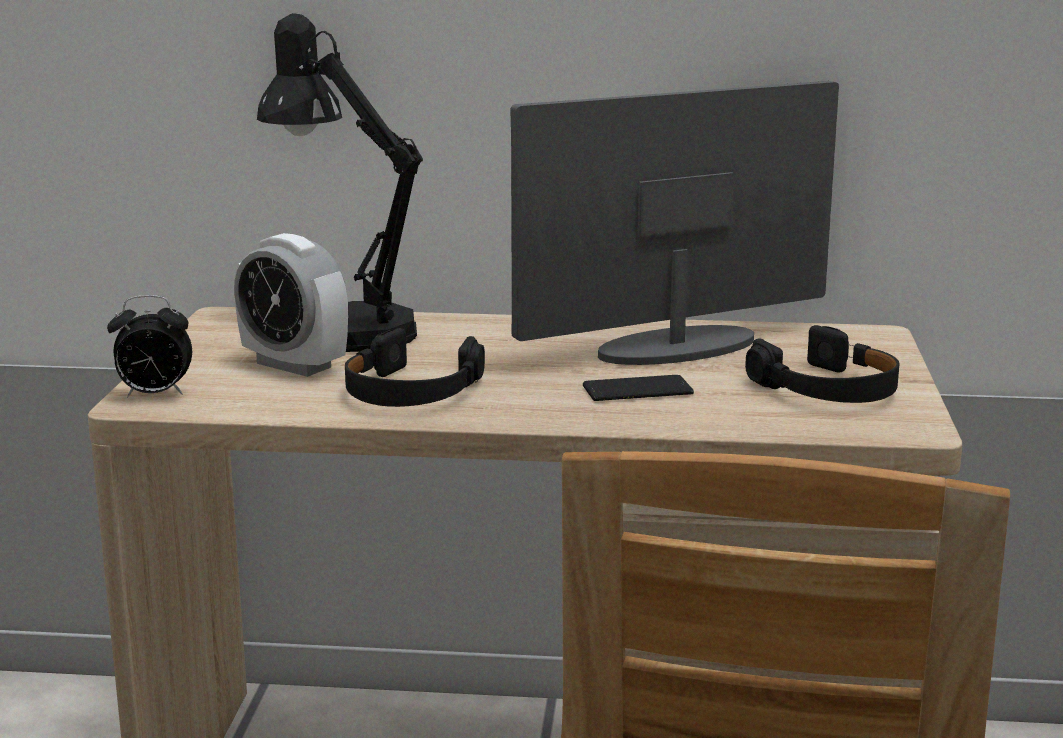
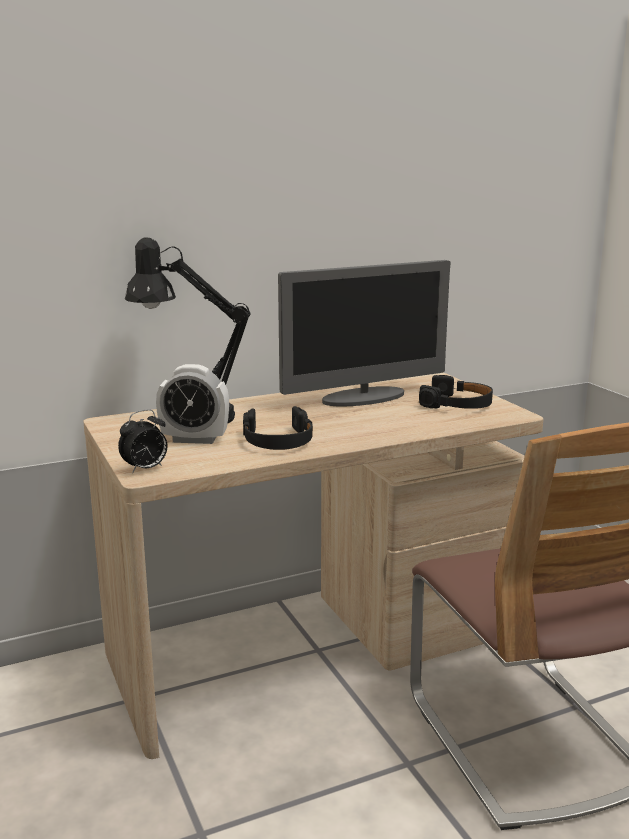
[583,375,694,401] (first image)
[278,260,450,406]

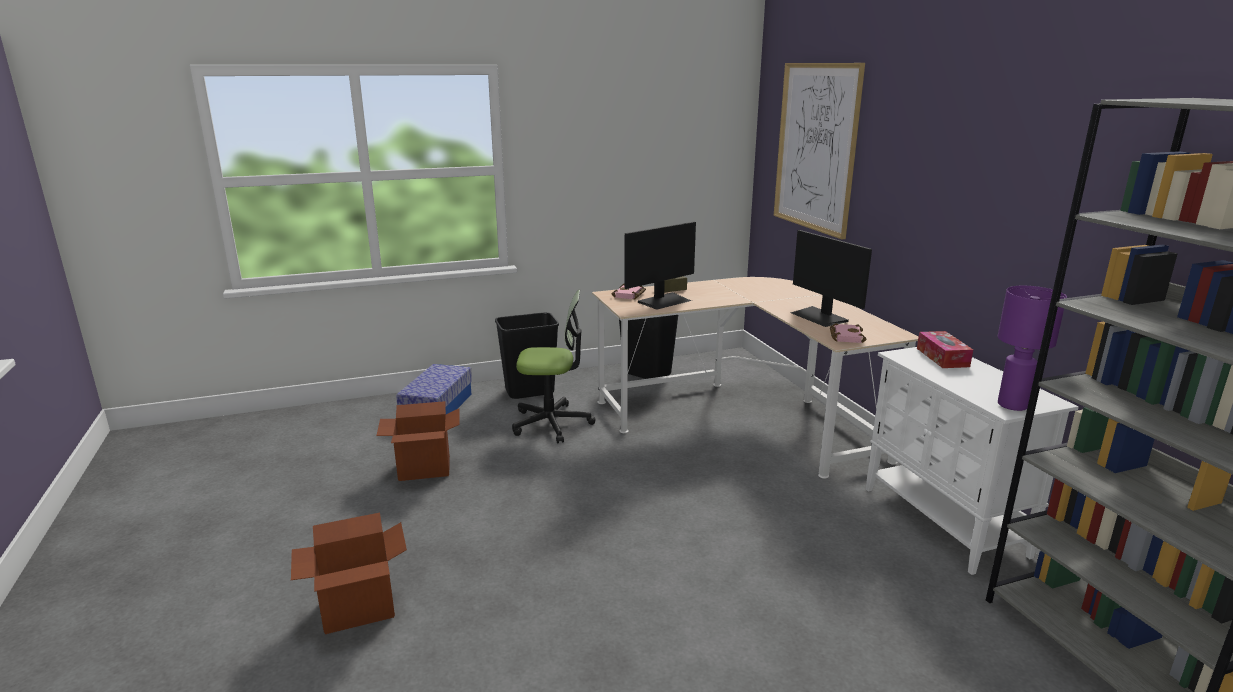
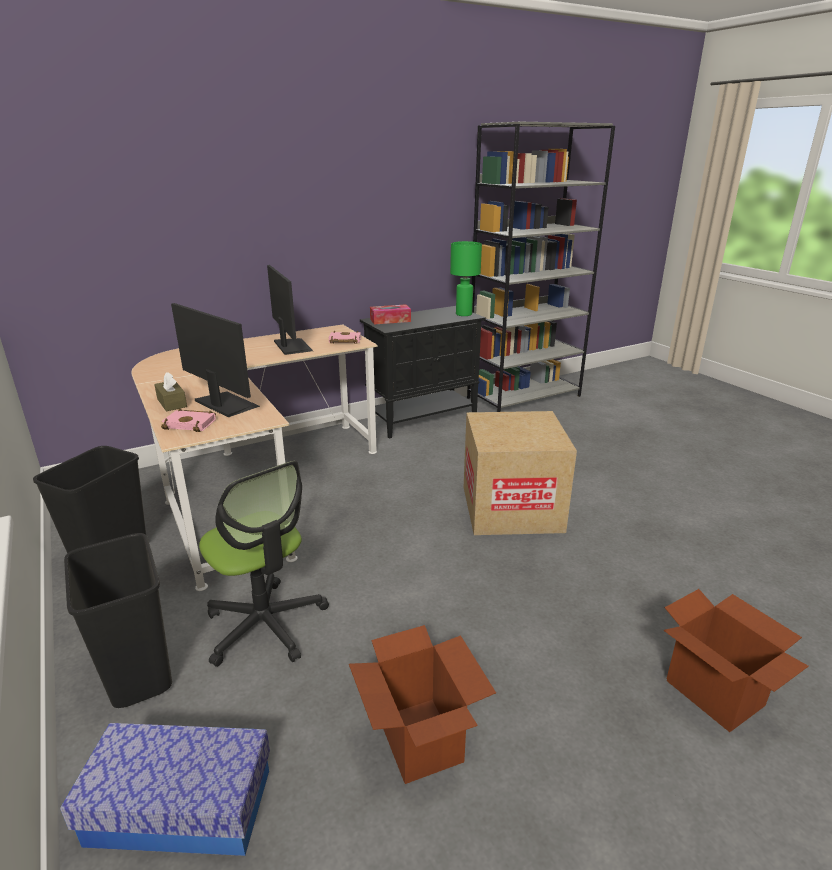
[774,63,865,239] (first image)
[464,411,577,535]
[360,306,486,439]
[450,241,482,316]
[199,461,329,667]
[267,265,313,355]

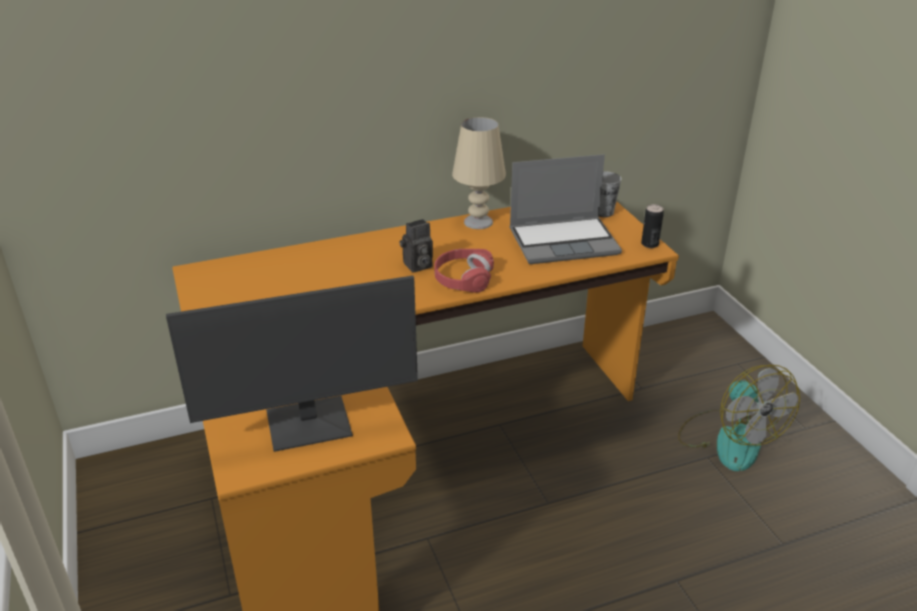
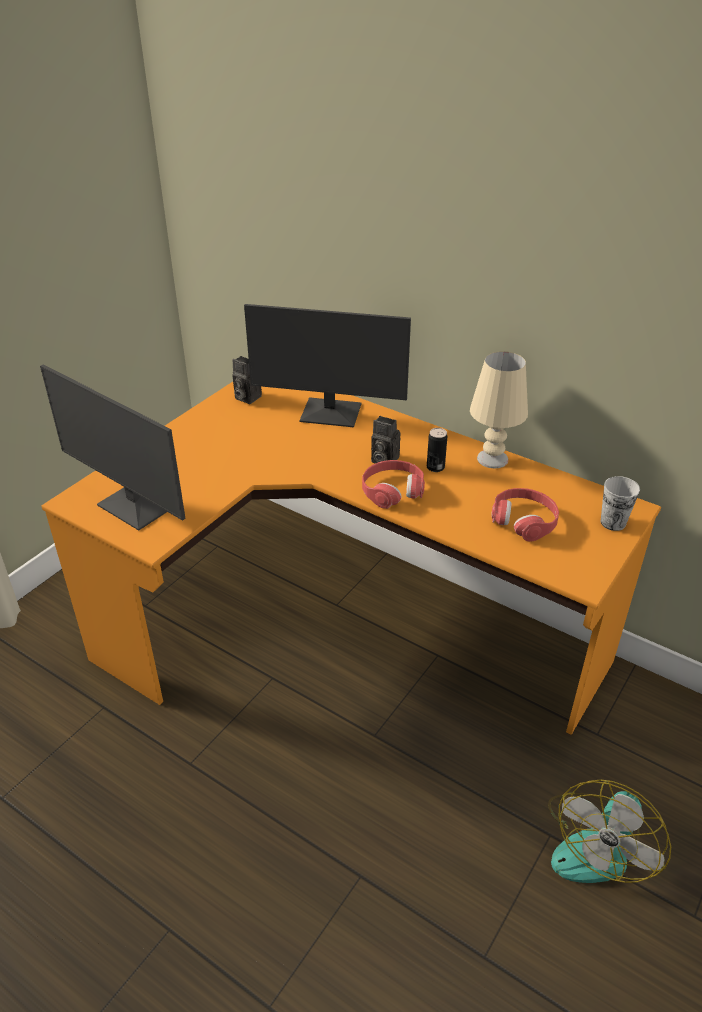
[232,356,262,404]
[244,304,411,427]
[427,428,447,472]
[491,488,559,542]

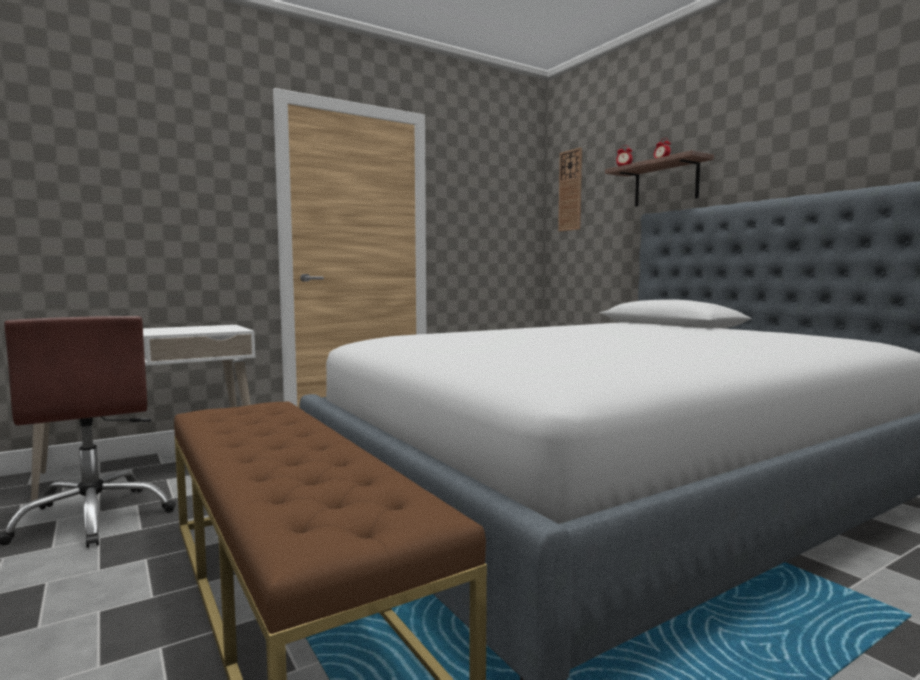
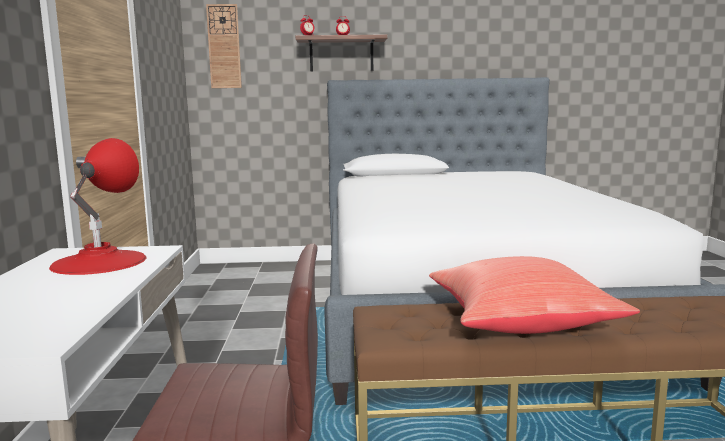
[49,138,146,275]
[429,256,640,334]

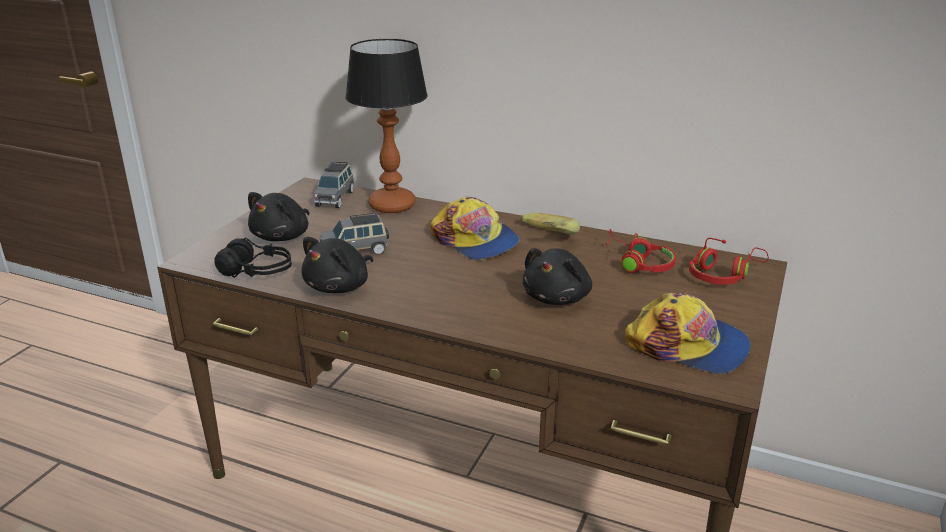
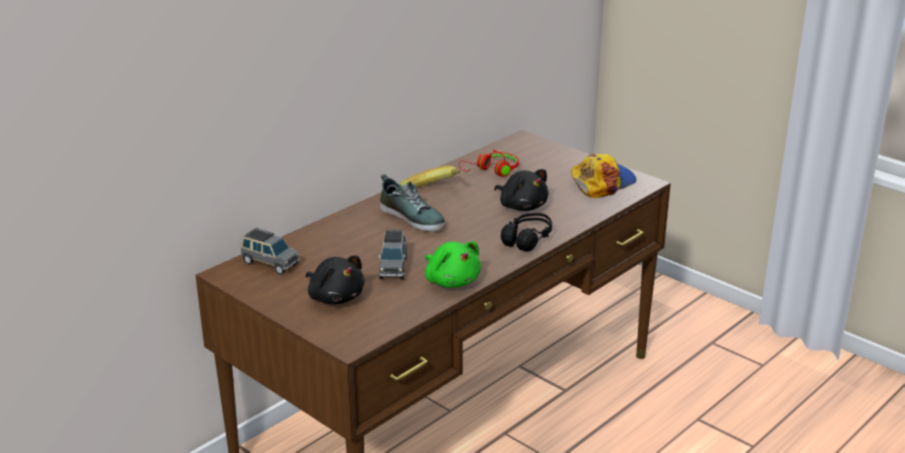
[345,39,428,213] (first image)
[689,238,769,285] (first image)
[501,213,552,251]
[380,174,445,232]
[425,242,481,288]

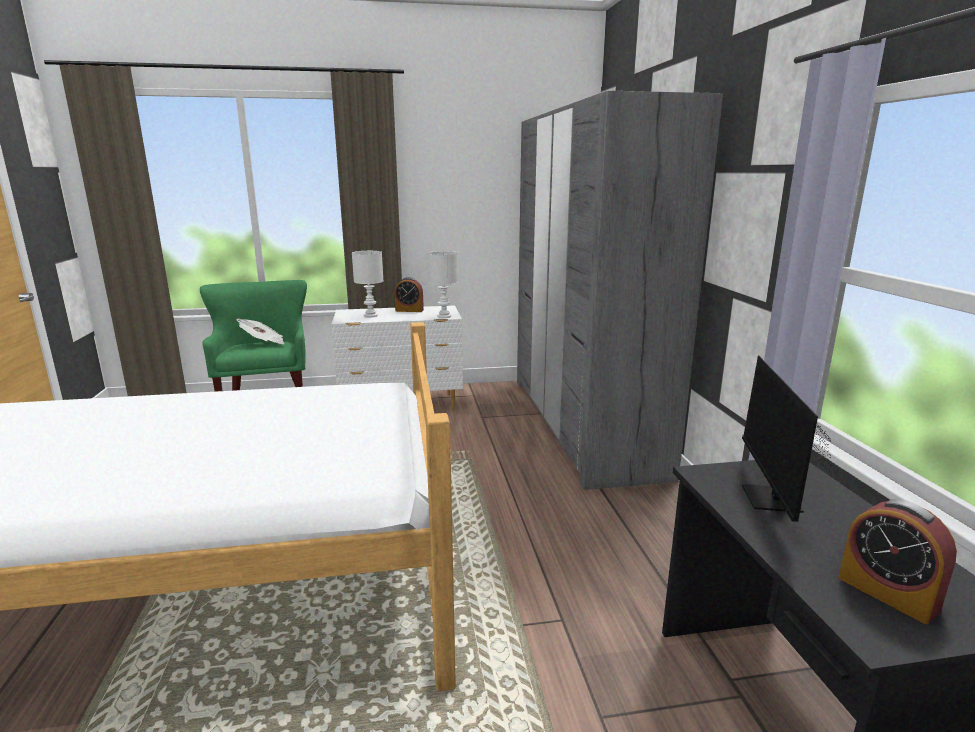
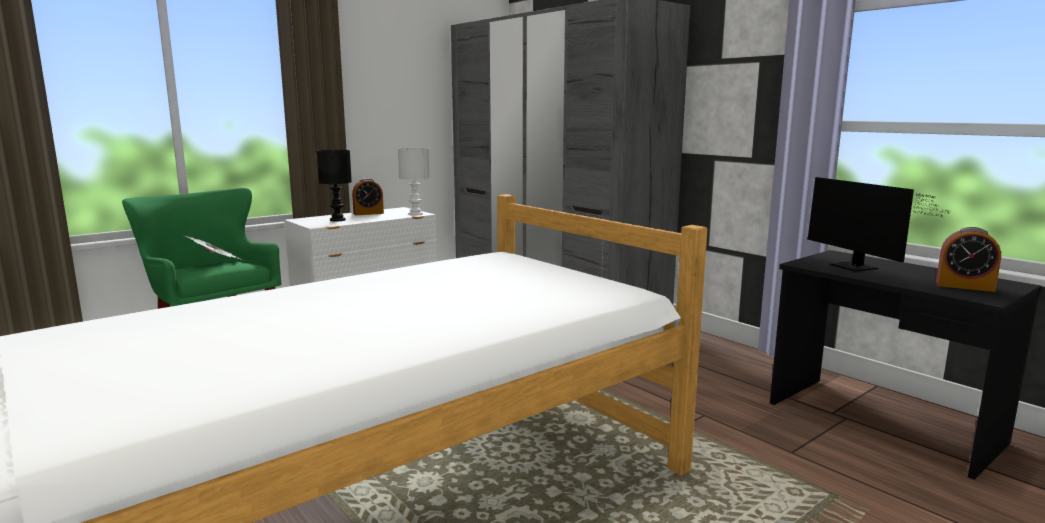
[317,150,352,222]

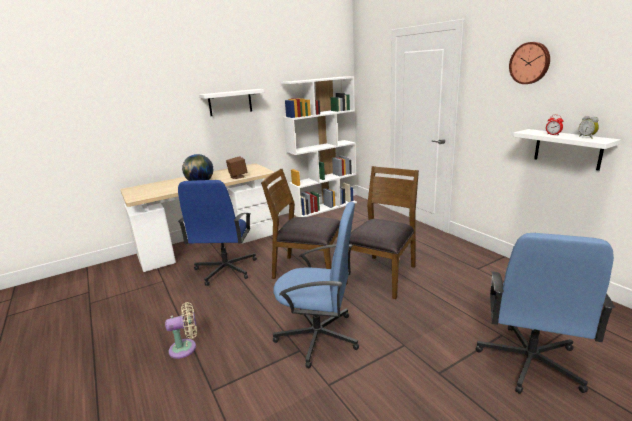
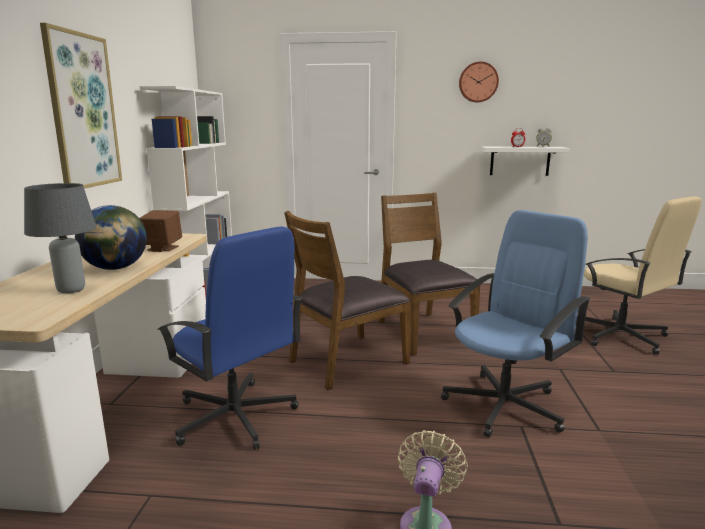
[24,183,97,294]
[40,23,122,189]
[576,196,702,355]

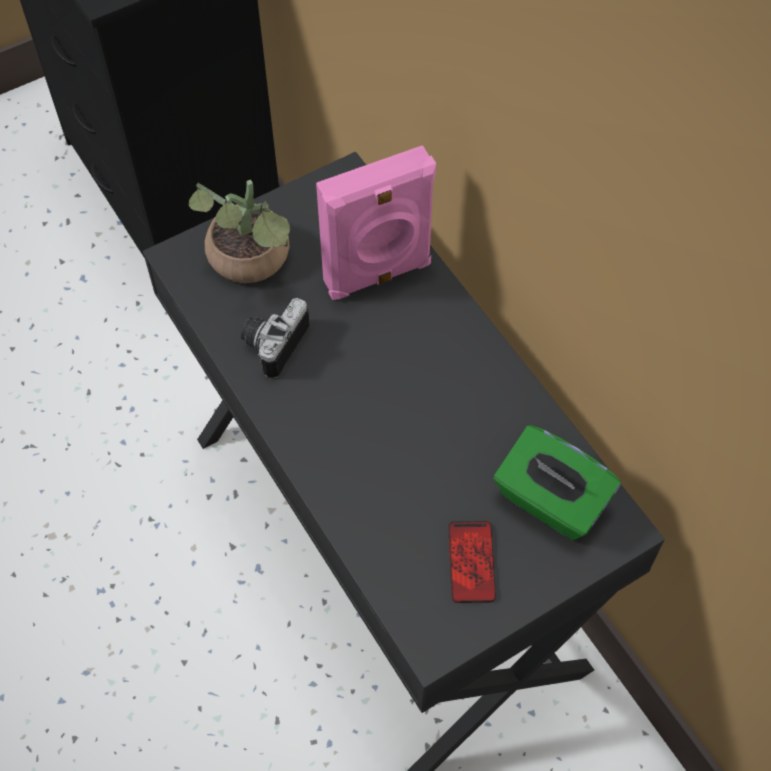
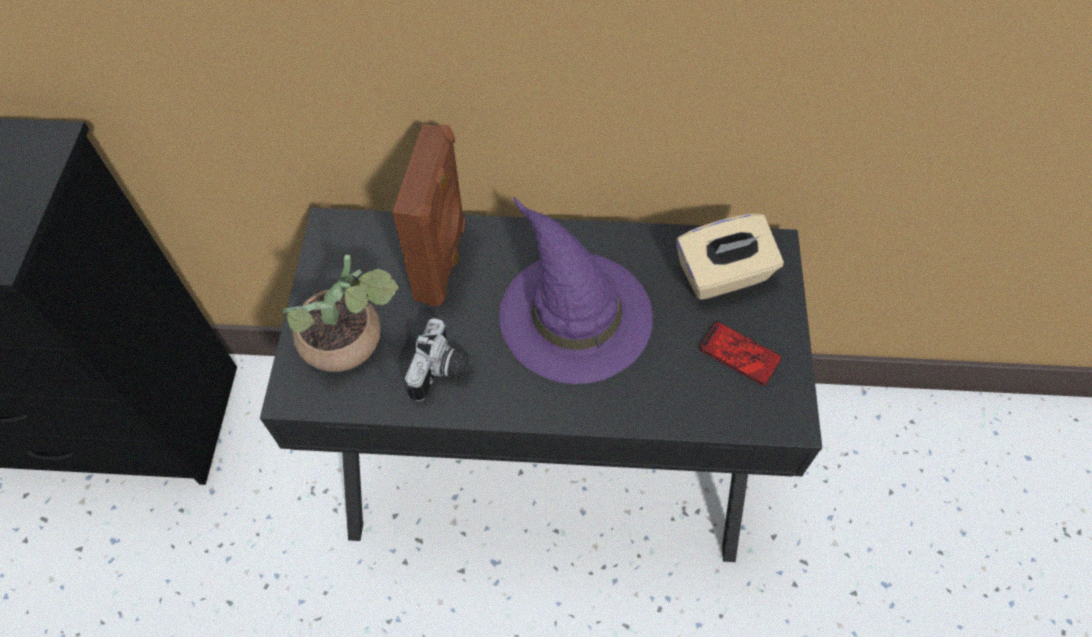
[499,196,652,384]
[393,124,466,307]
[676,214,784,300]
[405,318,471,402]

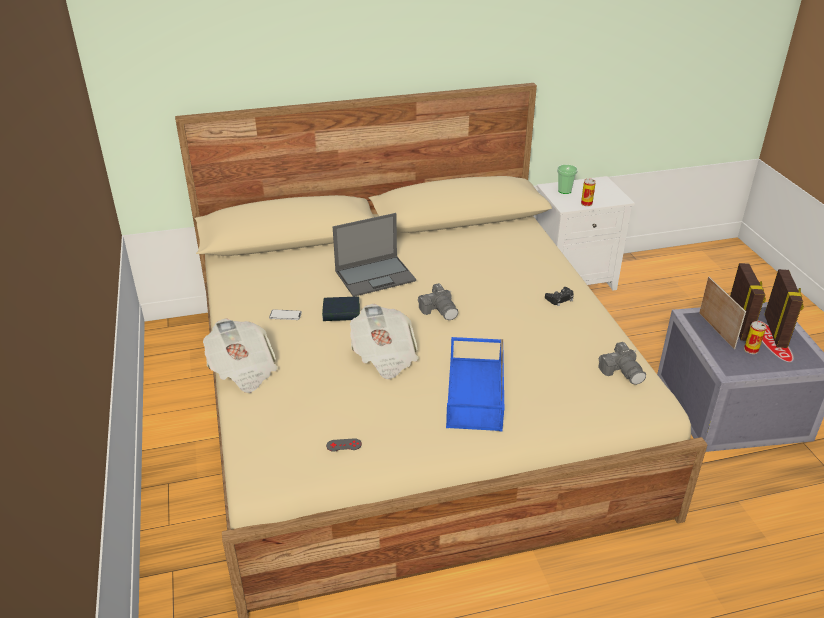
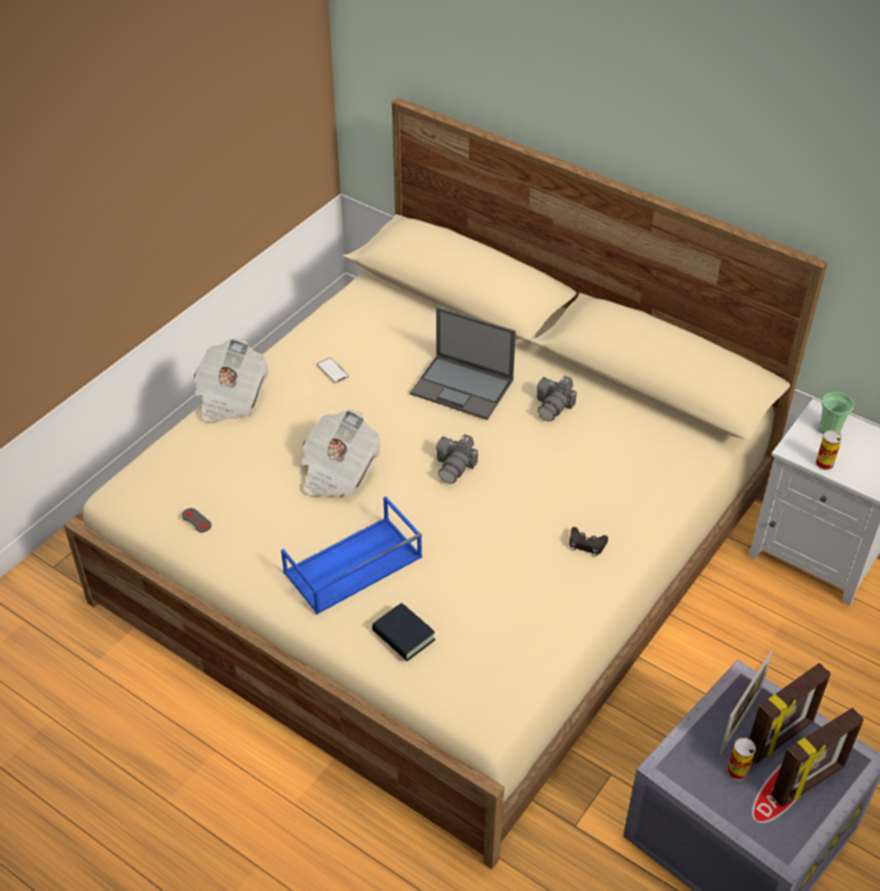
[372,603,435,661]
[537,376,577,422]

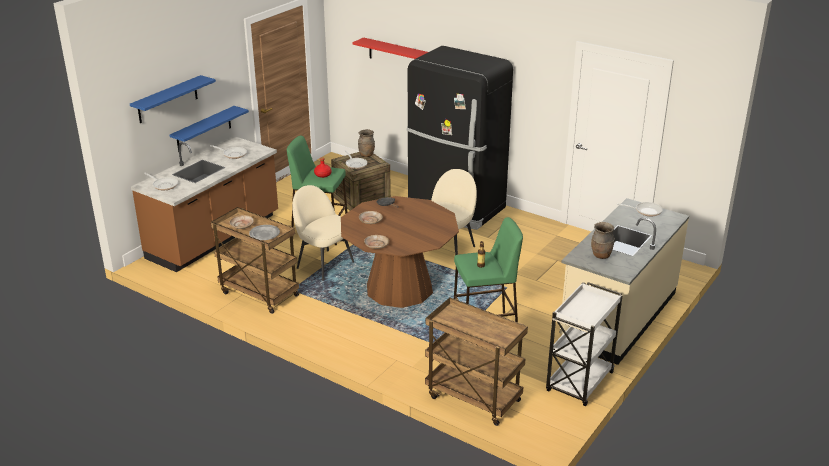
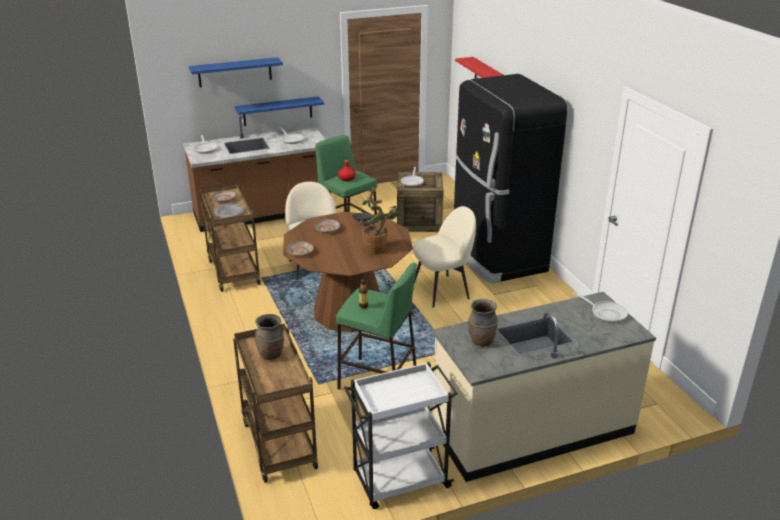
[362,185,400,254]
[255,314,284,360]

